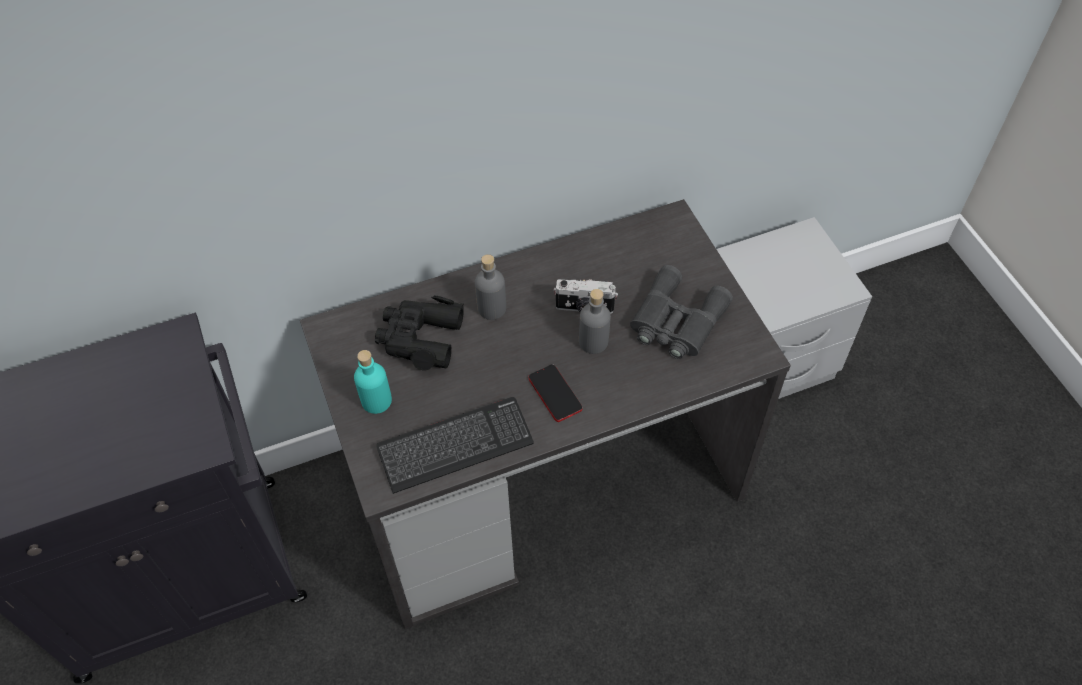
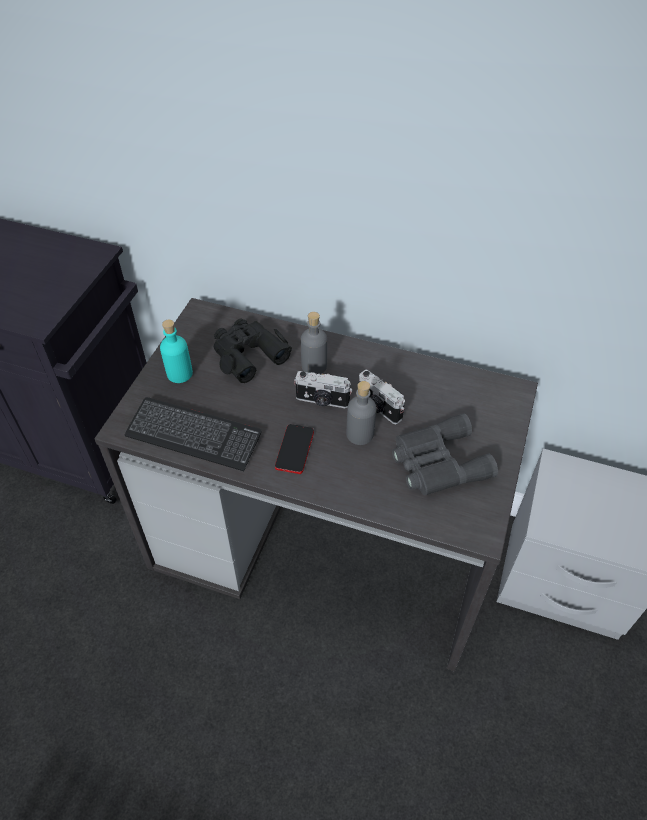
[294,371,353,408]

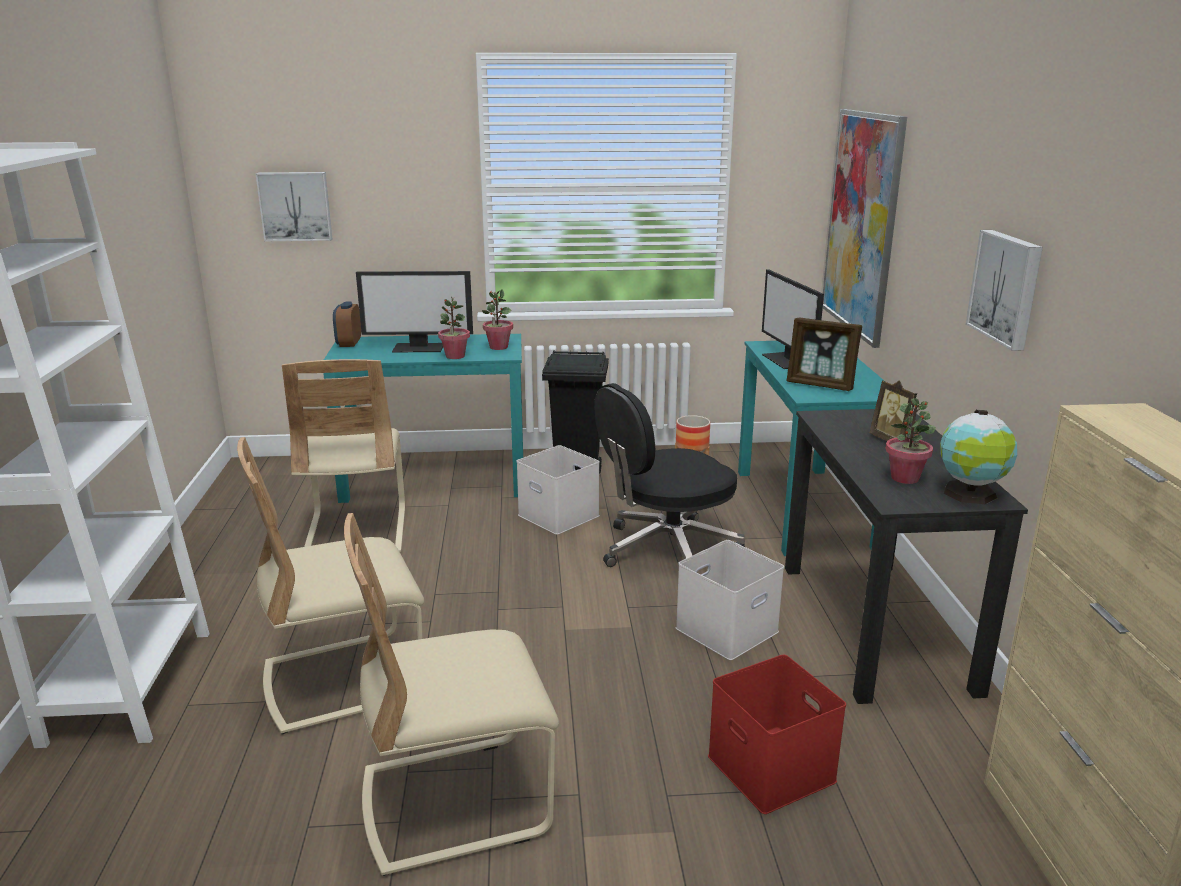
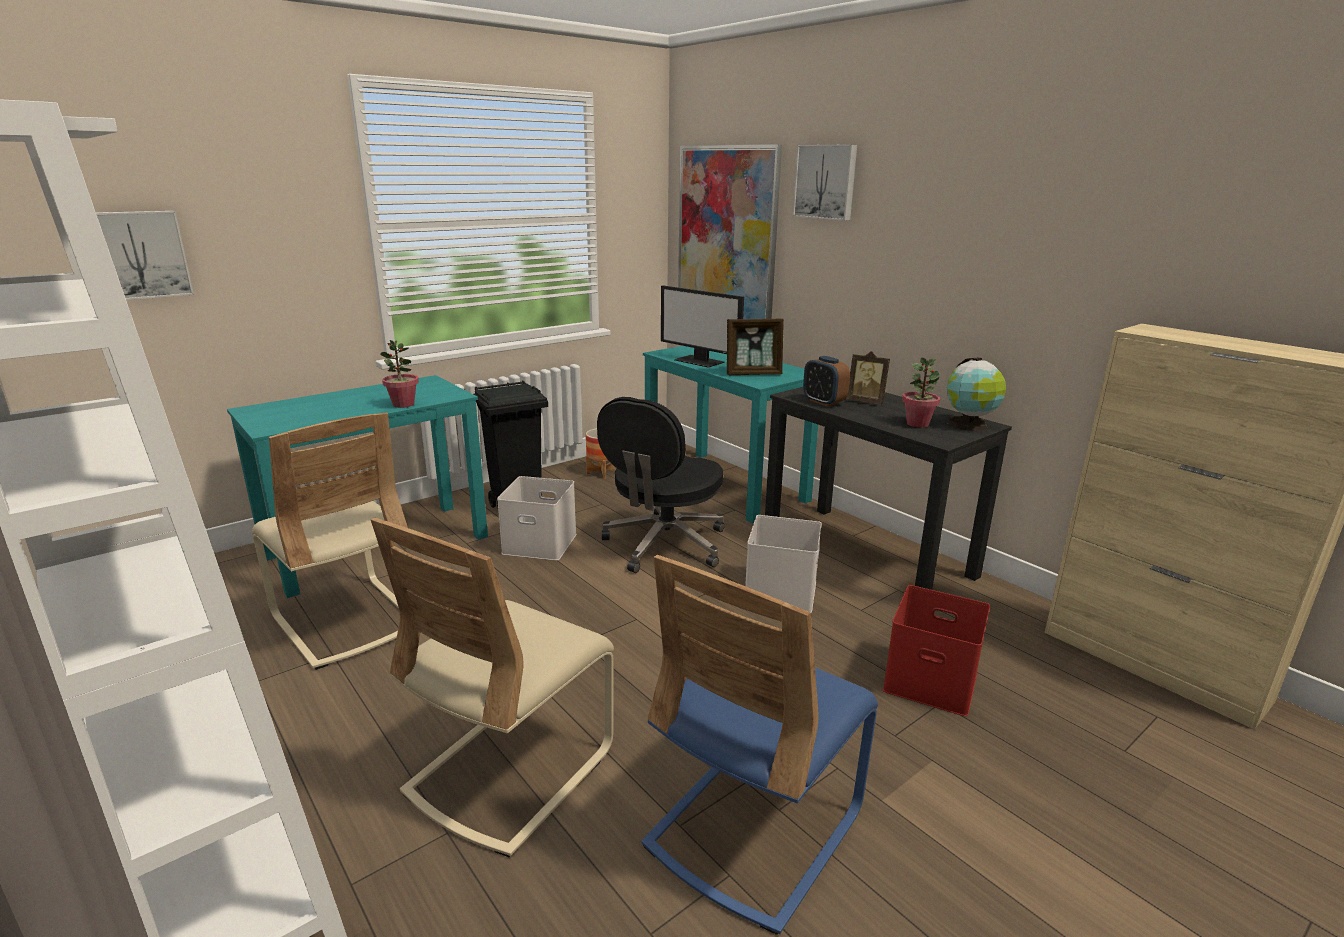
[356,271,473,352] (first image)
[482,289,513,350] (first image)
[803,356,850,407]
[793,144,857,221]
[641,555,878,935]

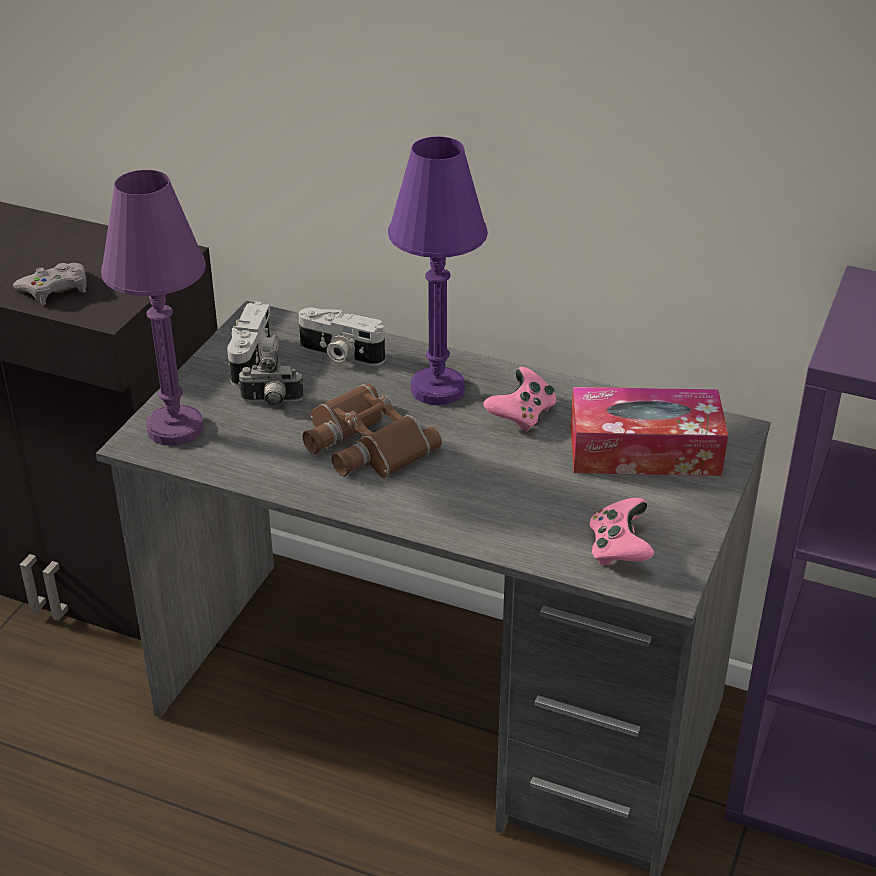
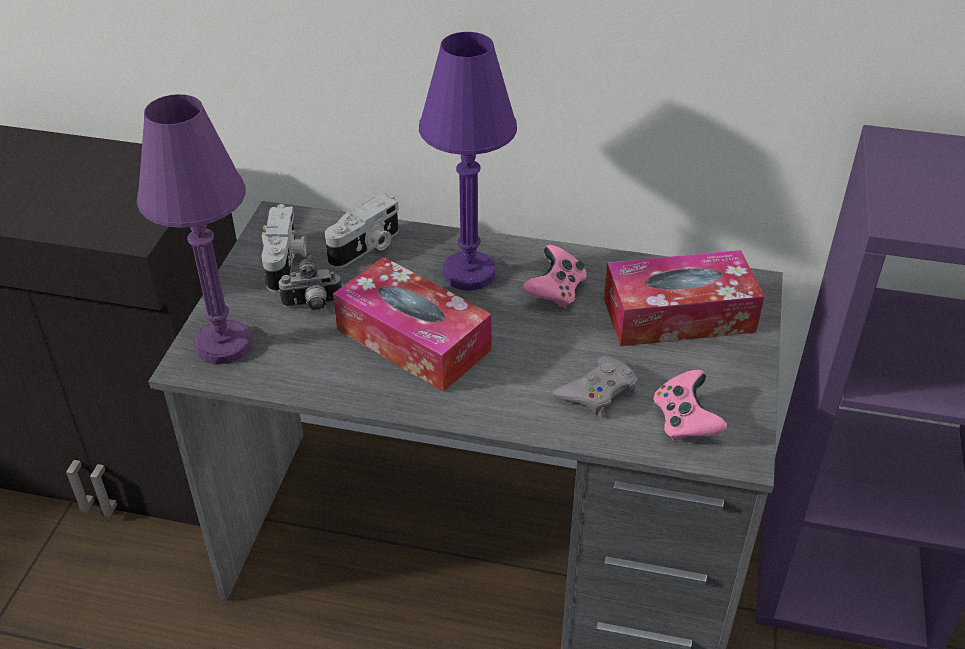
[552,356,638,417]
[333,257,492,392]
[325,193,399,268]

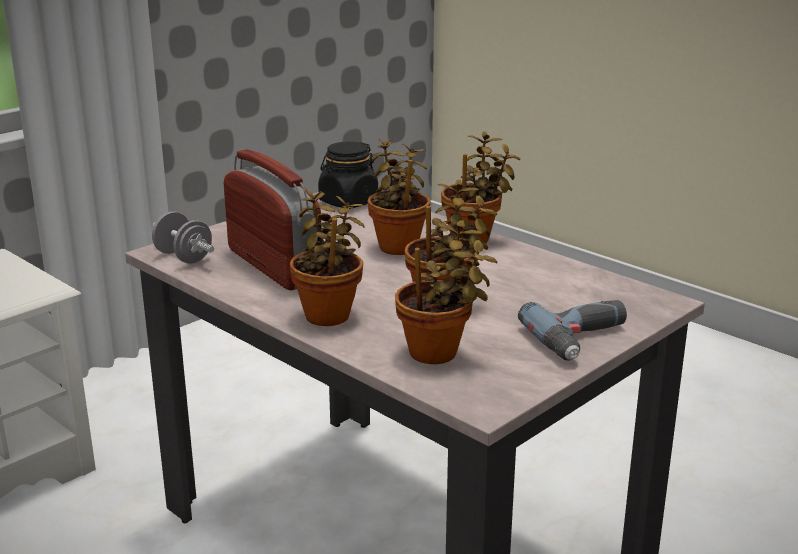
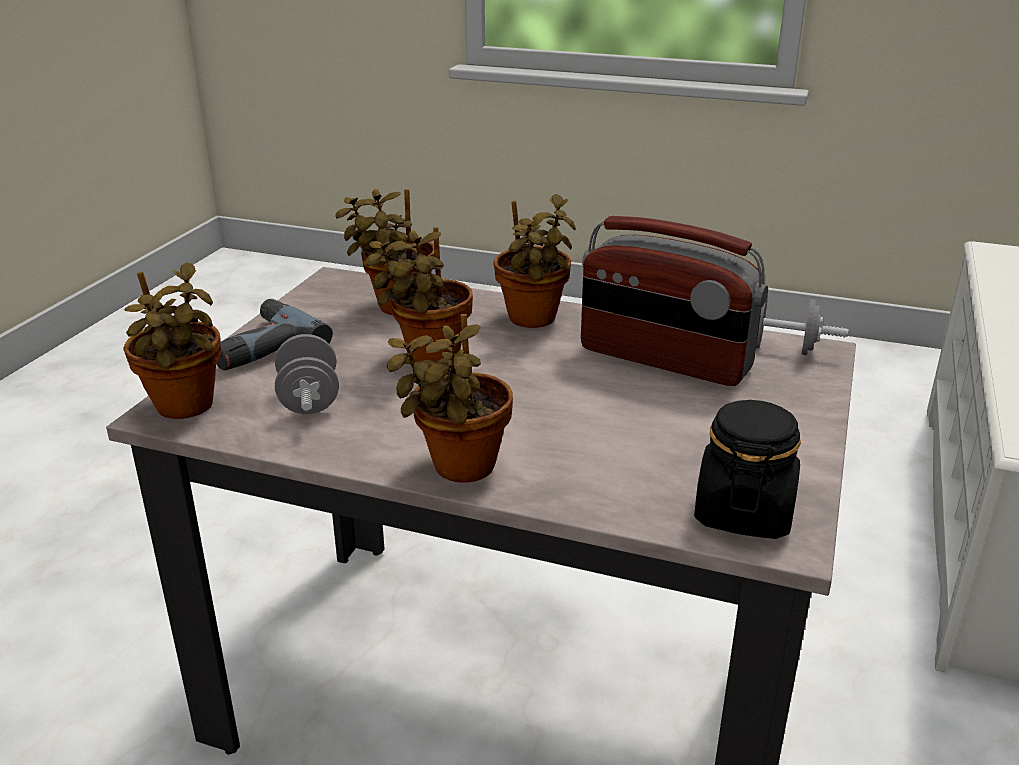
[275,334,339,414]
[123,262,221,419]

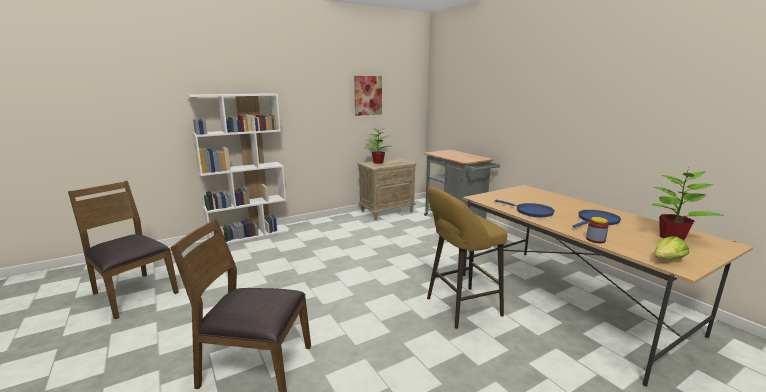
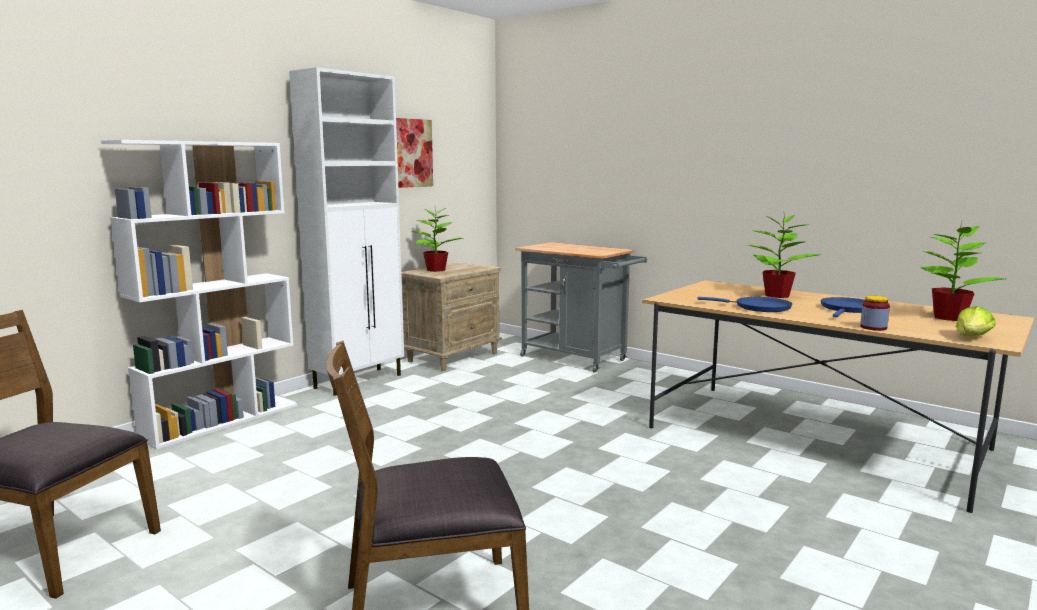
[427,186,507,329] (first image)
[289,67,404,396]
[748,211,821,298]

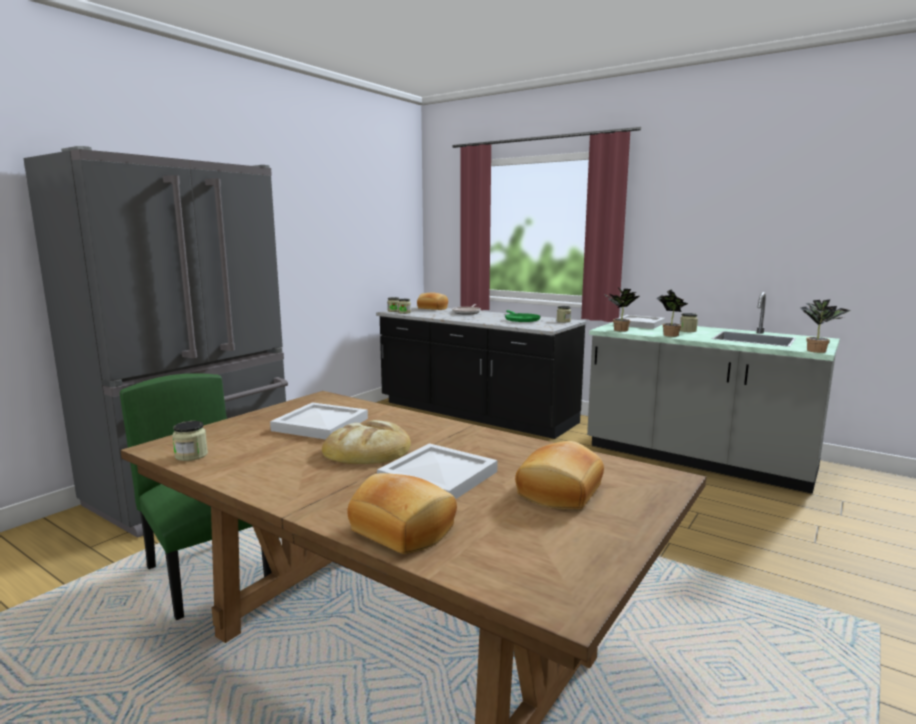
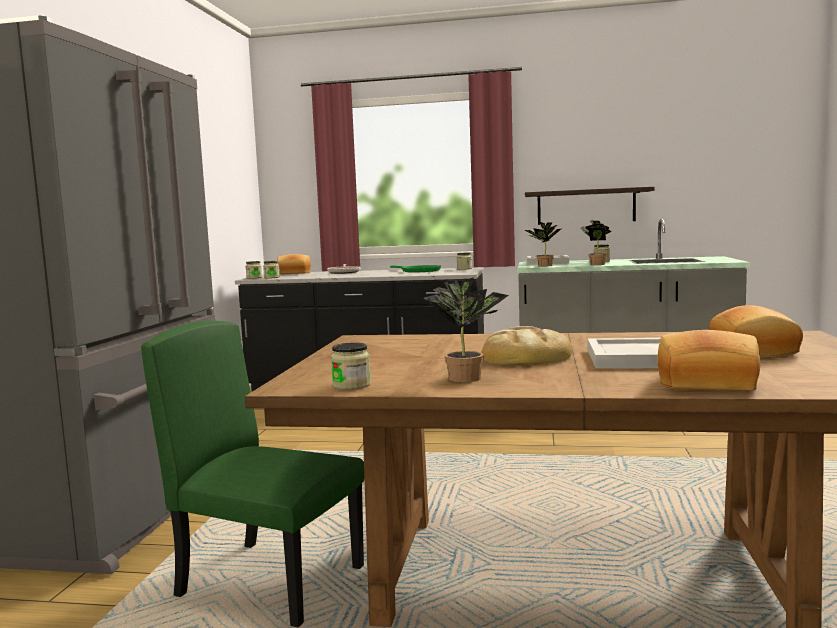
[270,402,368,440] (first image)
[525,187,655,225]
[424,277,509,383]

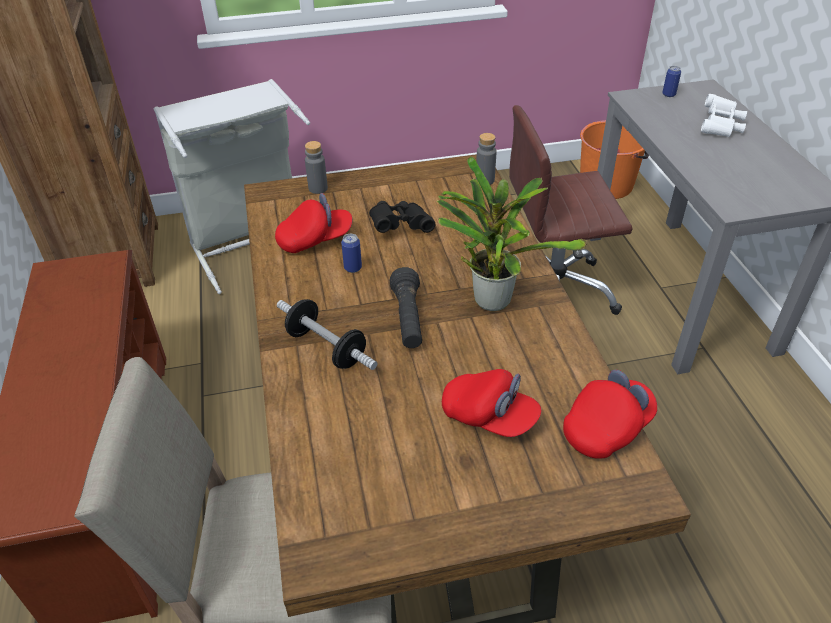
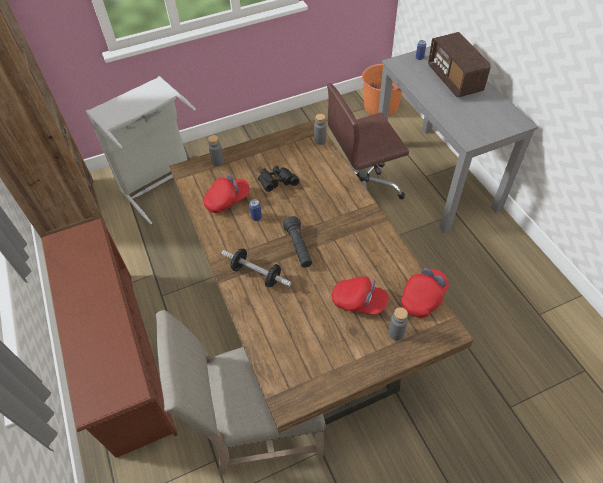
[436,157,586,311] (first image)
[389,307,408,340]
[428,32,491,98]

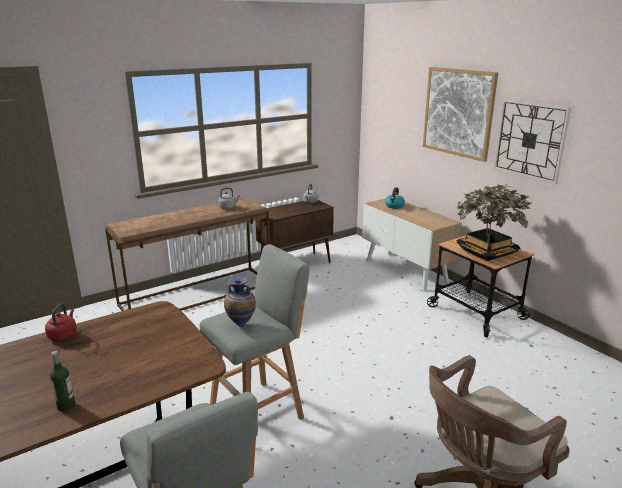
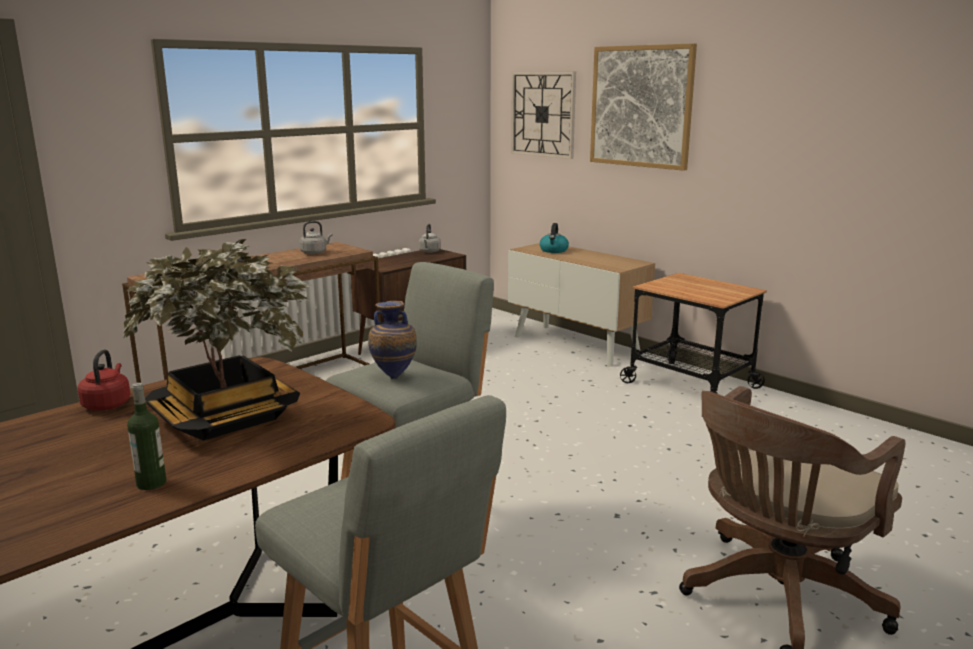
[123,239,311,441]
[511,71,576,159]

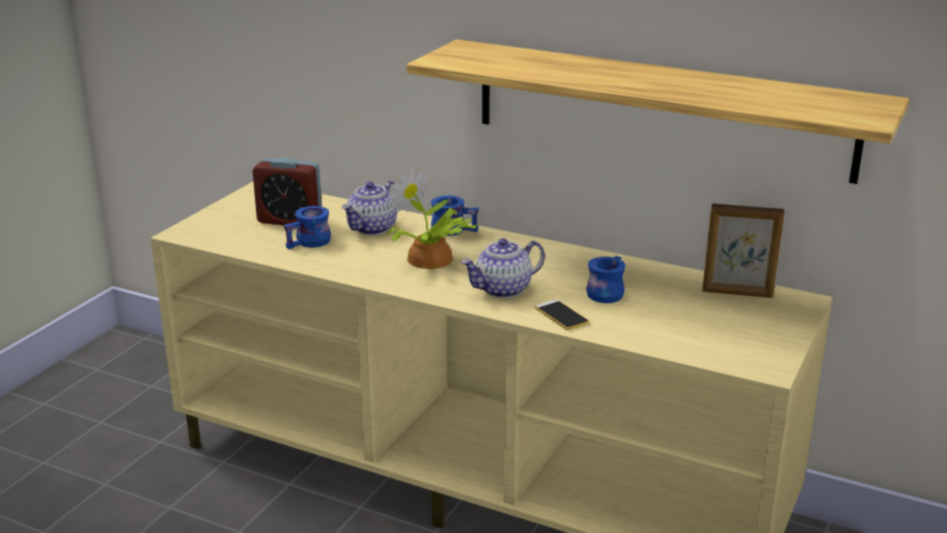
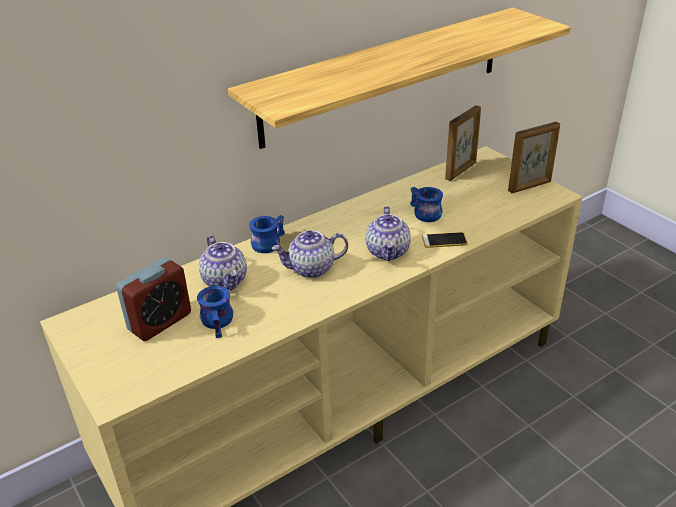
[508,122,560,194]
[272,230,348,278]

